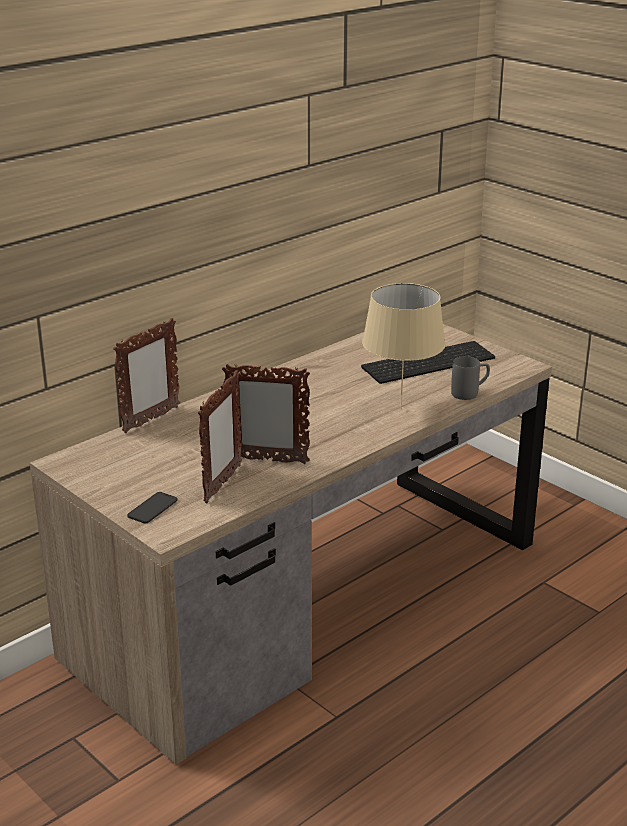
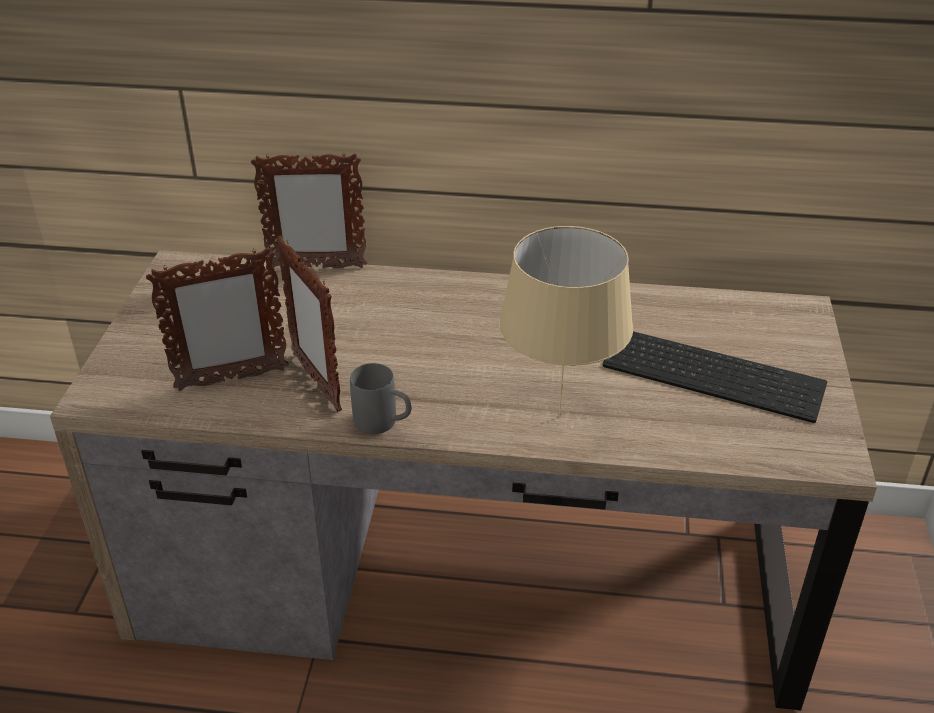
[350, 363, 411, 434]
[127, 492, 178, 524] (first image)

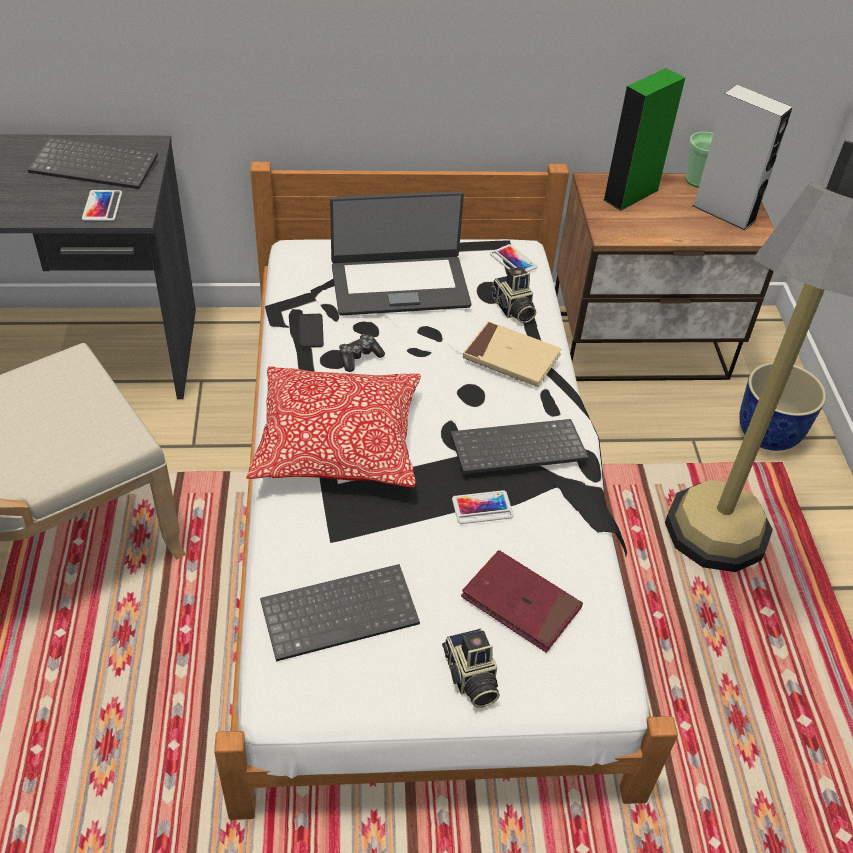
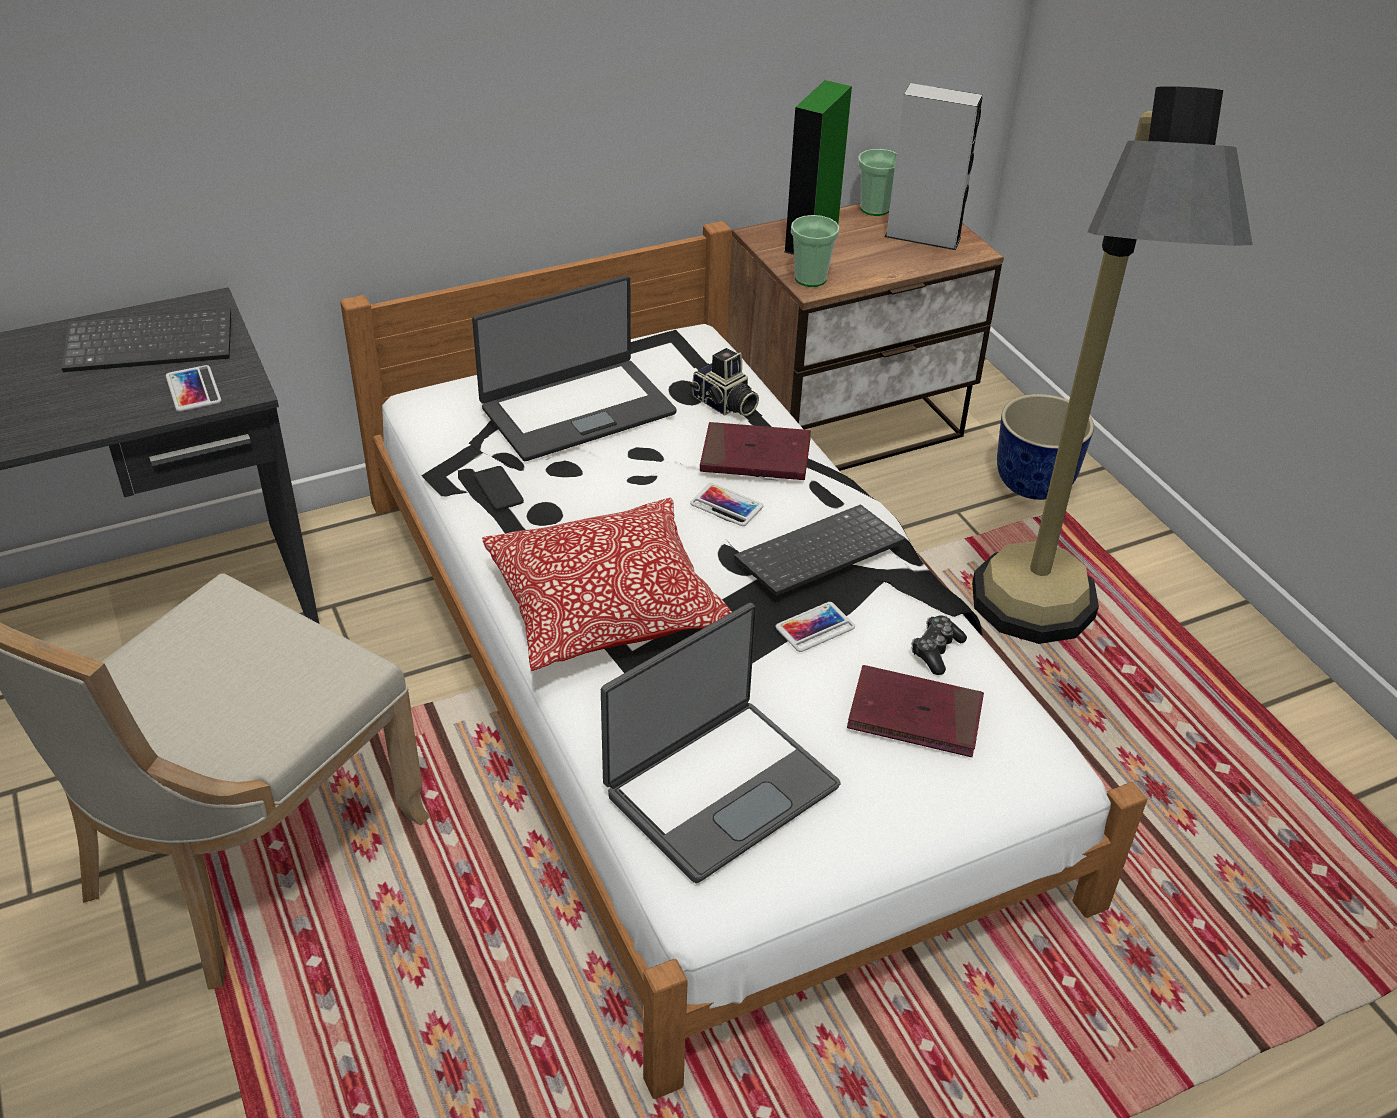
[601, 603, 841, 883]
[690, 483, 763, 526]
[700, 422, 811, 480]
[791, 215, 840, 287]
[912, 616, 967, 675]
[442, 628, 500, 707] (first image)

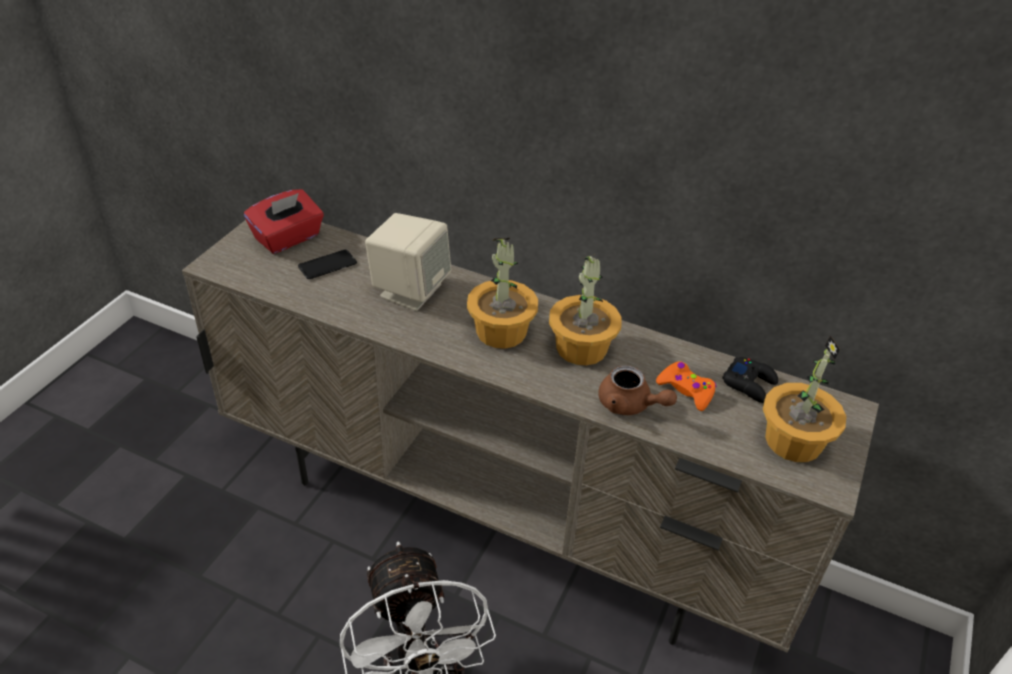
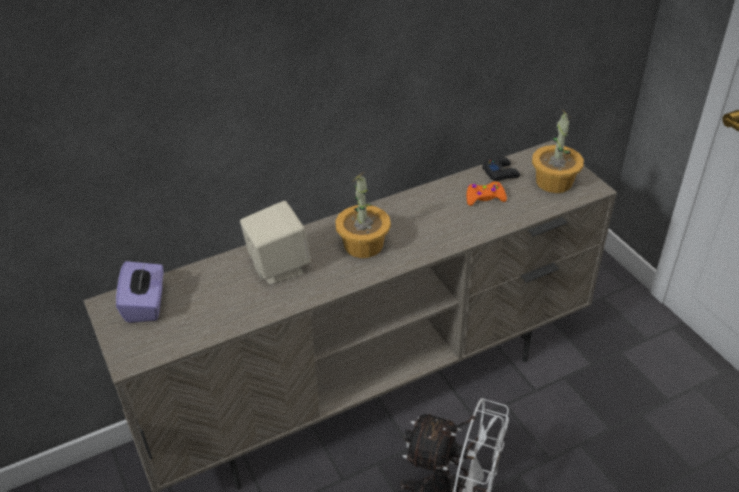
[116, 261, 164, 323]
[298, 250, 357, 279] (first image)
[549, 254, 622, 366] (first image)
[598, 365, 677, 415] (first image)

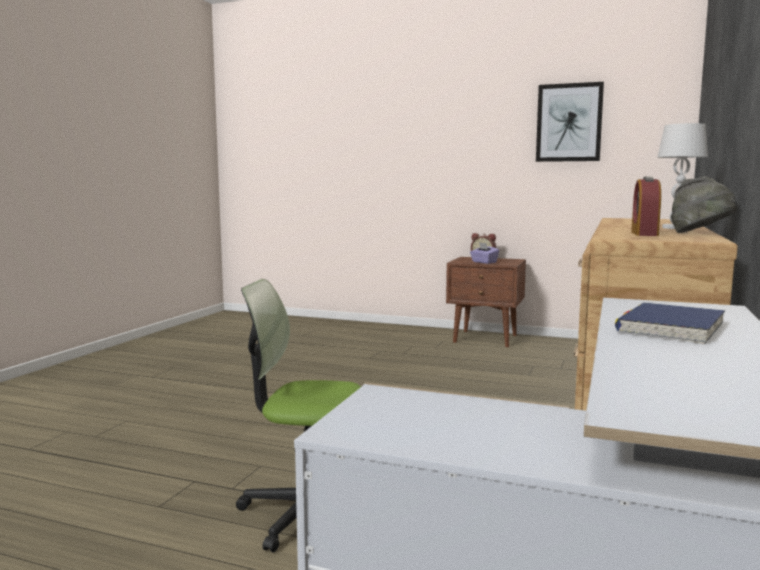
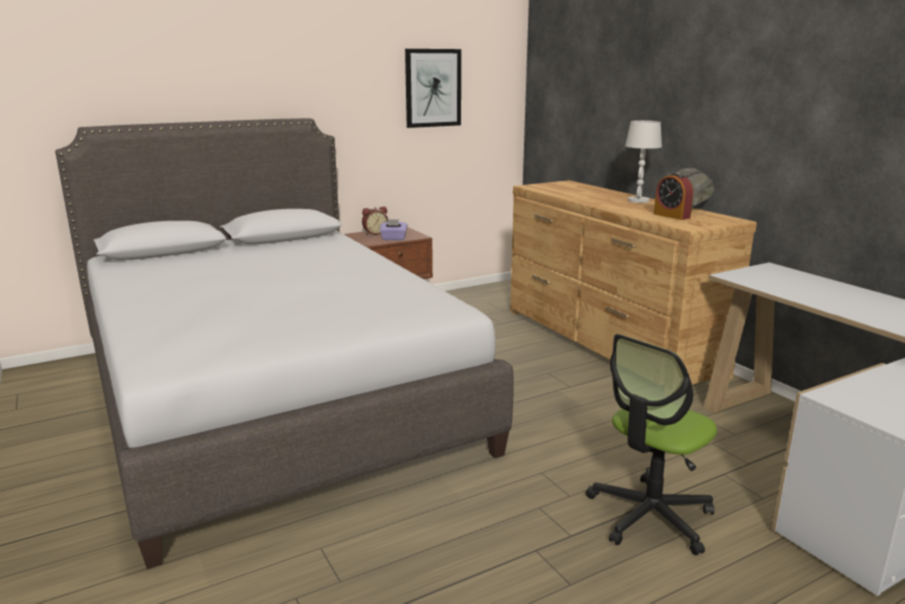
[55, 118, 514, 569]
[615, 302, 725, 344] (first image)

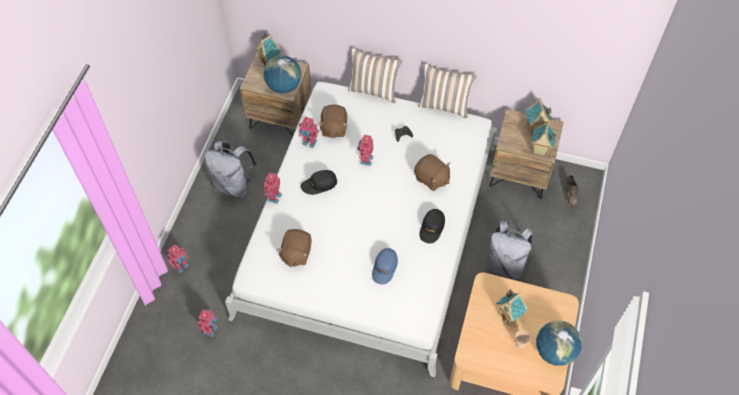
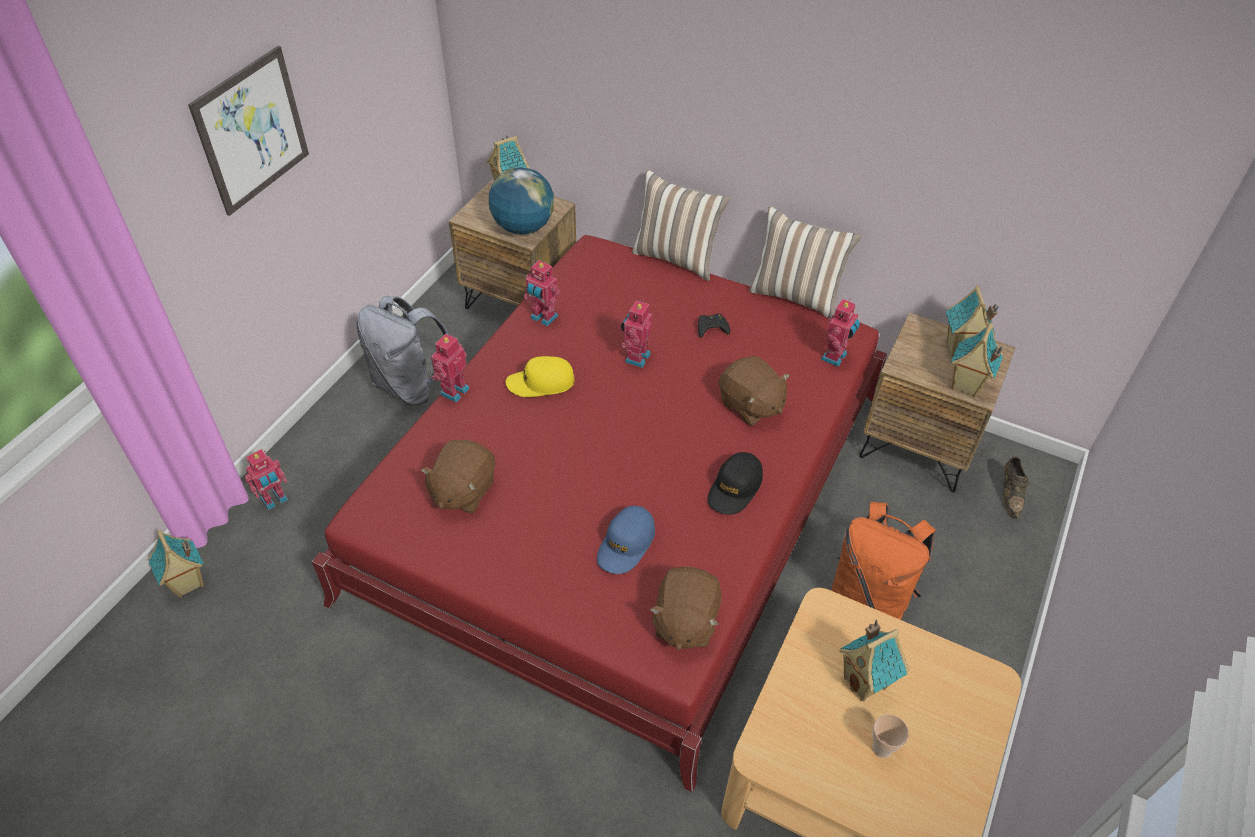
[149, 530, 204, 598]
[188, 46, 309, 216]
[312, 235, 887, 792]
[506, 356, 575, 397]
[649, 566, 721, 650]
[821, 299, 860, 367]
[831, 502, 936, 620]
[536, 321, 582, 366] (first image)

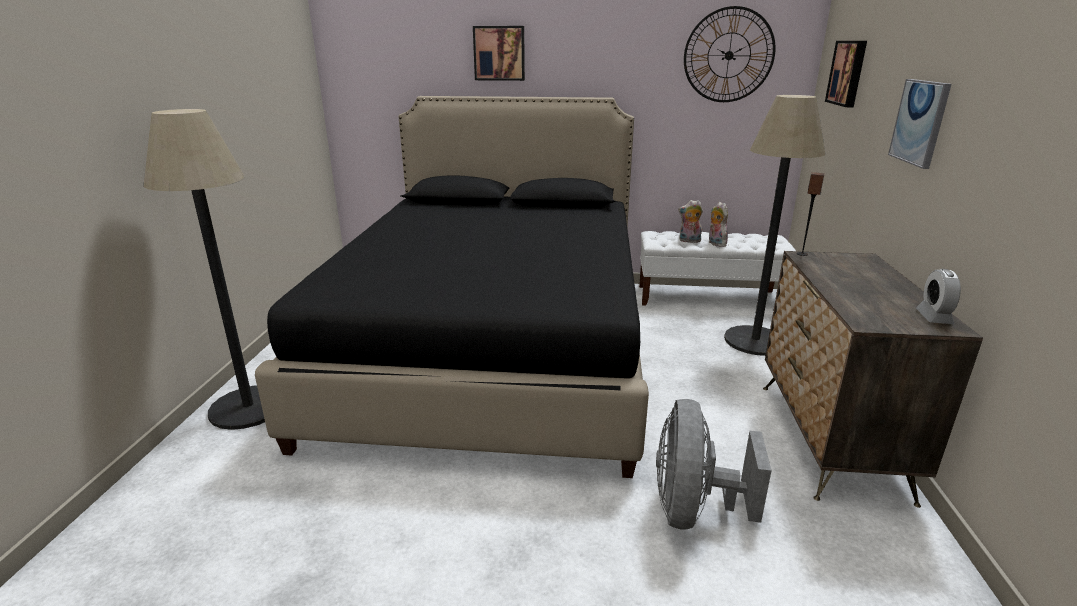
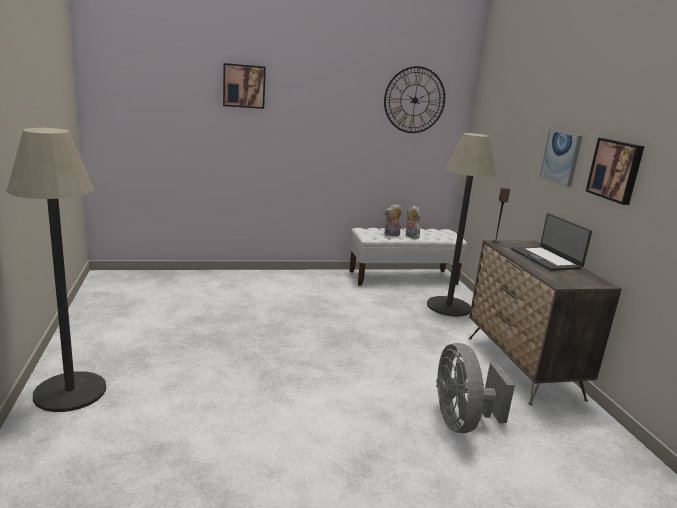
[511, 213, 592, 271]
[586, 138, 644, 205]
[255, 96, 649, 478] (first image)
[916, 269, 961, 324] (first image)

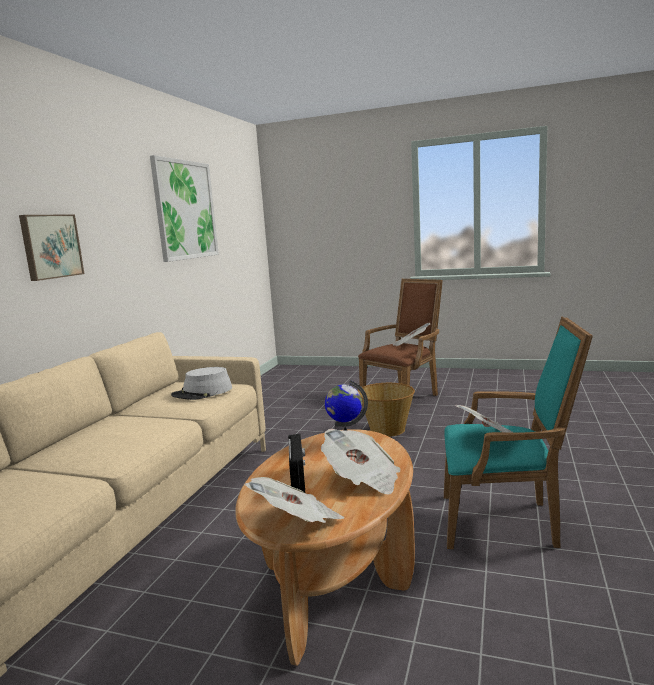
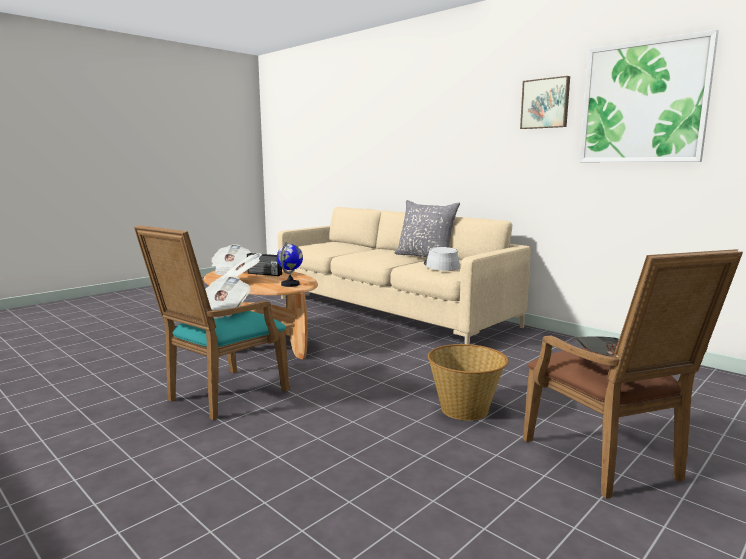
[395, 200, 460, 257]
[520, 76, 570, 129]

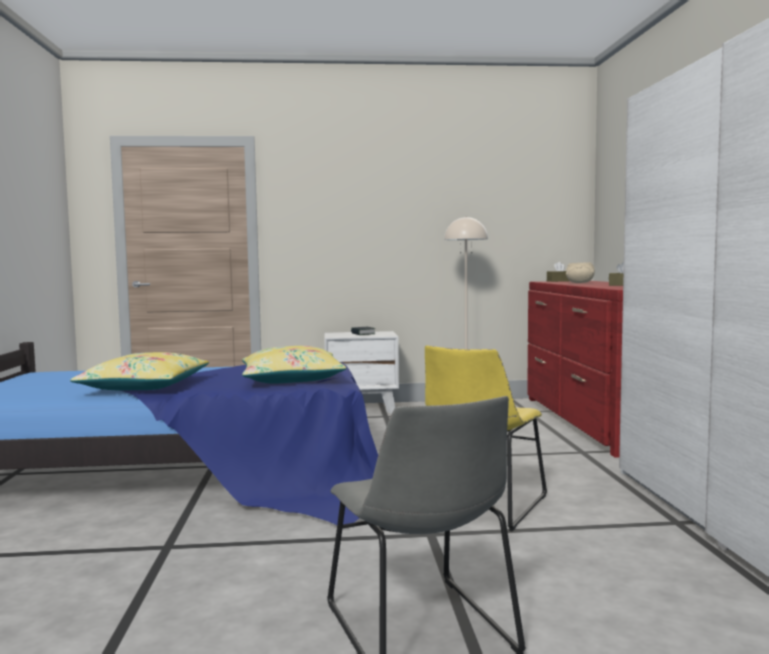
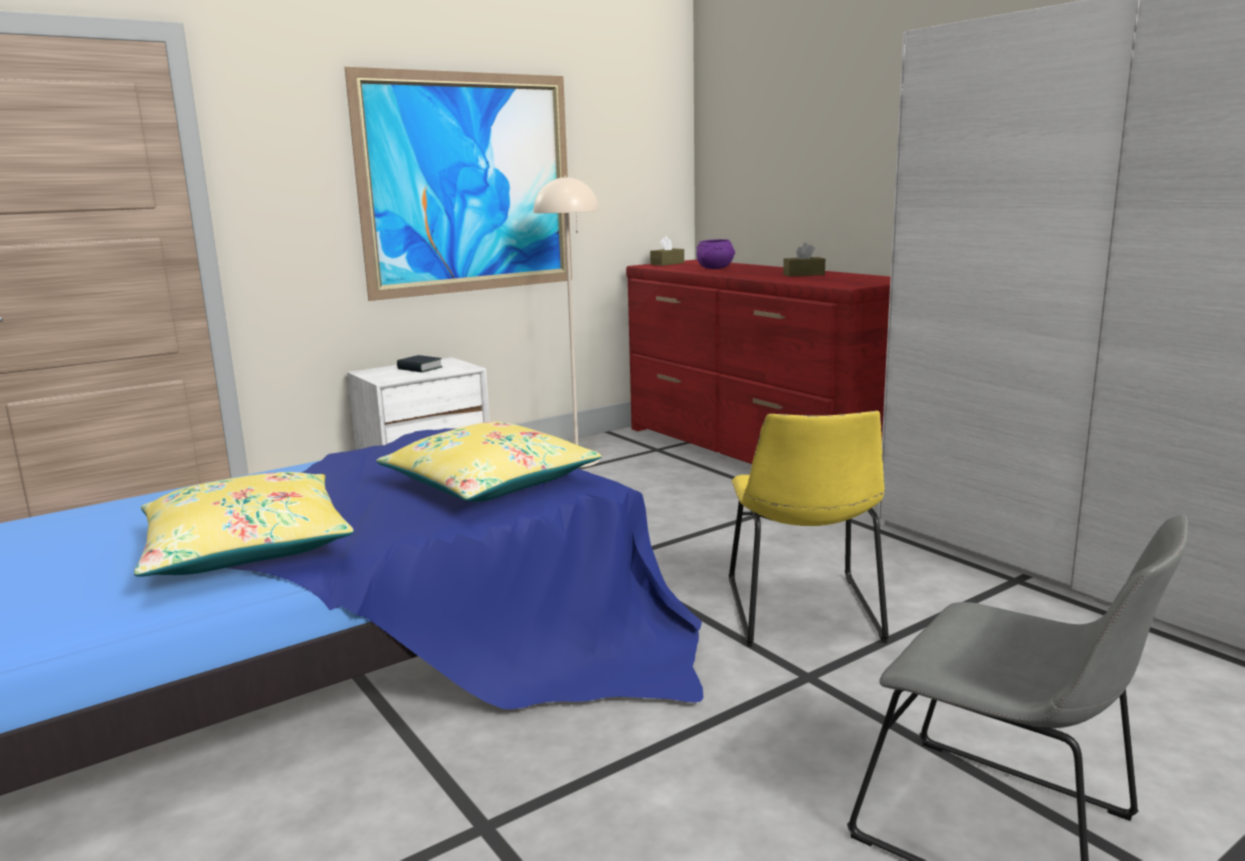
[345, 67, 572, 301]
[697, 239, 735, 269]

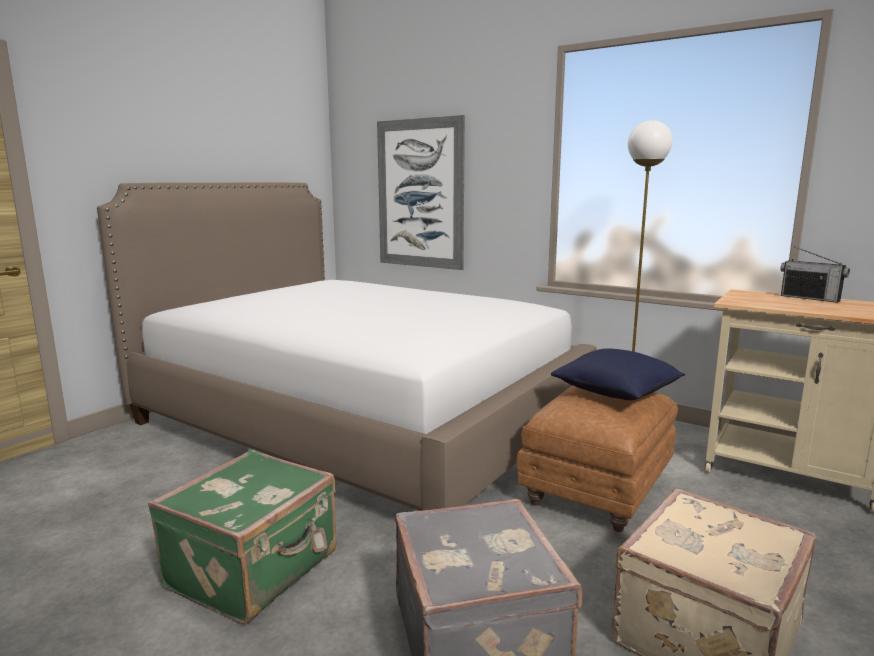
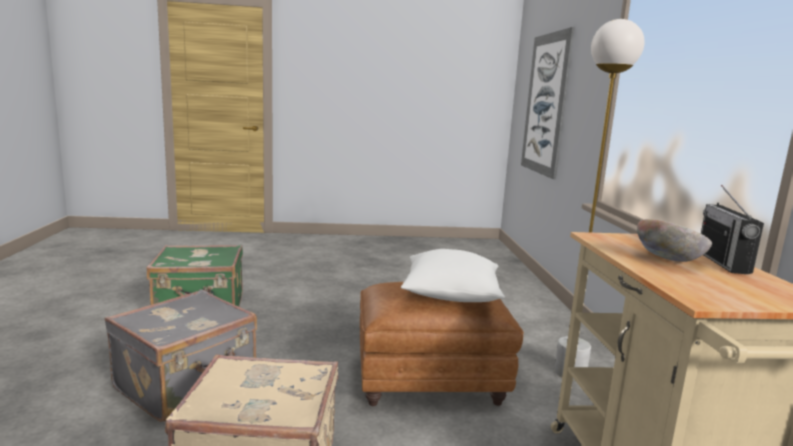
[401, 249, 505, 302]
[637, 219, 712, 262]
[97, 182, 596, 511] (first image)

